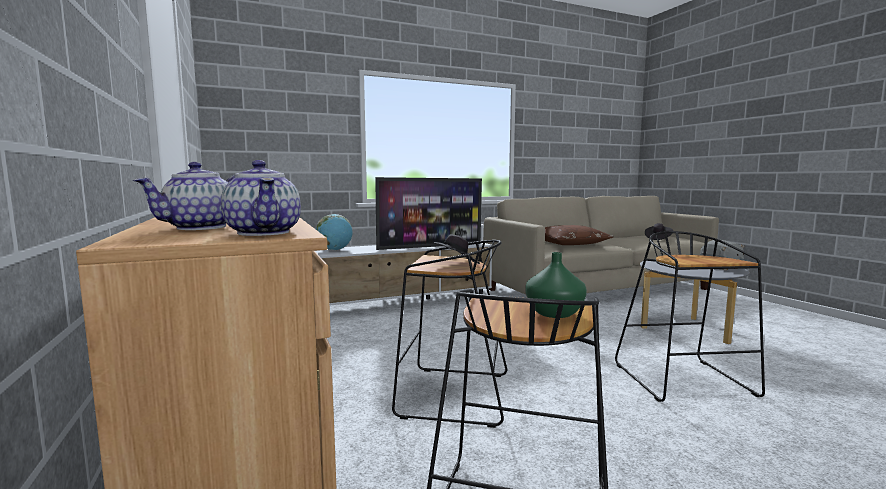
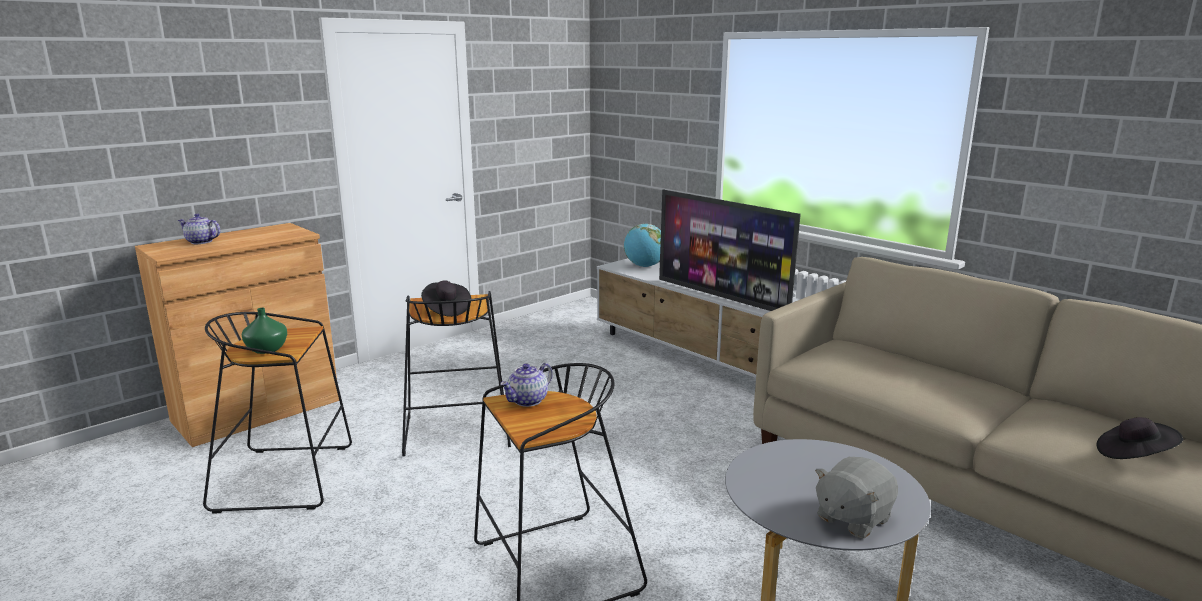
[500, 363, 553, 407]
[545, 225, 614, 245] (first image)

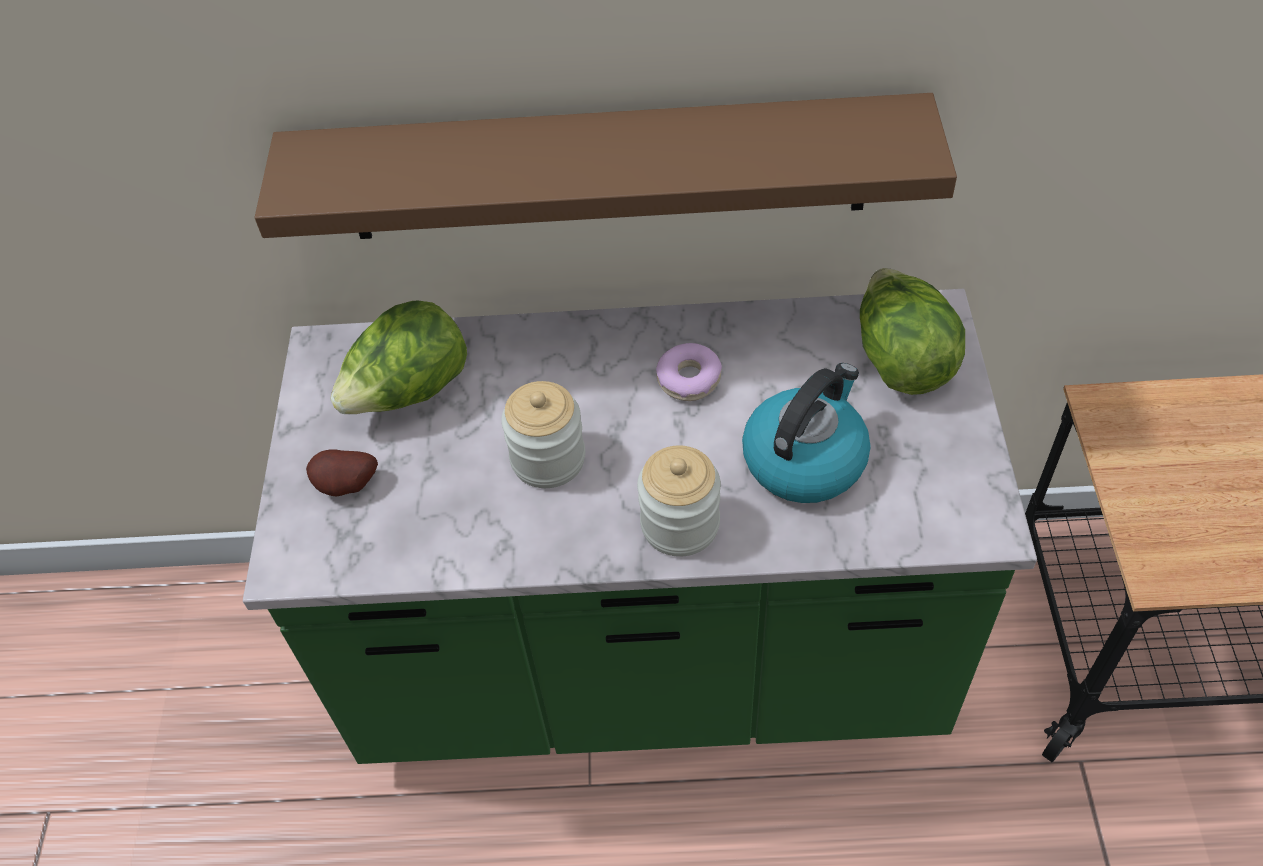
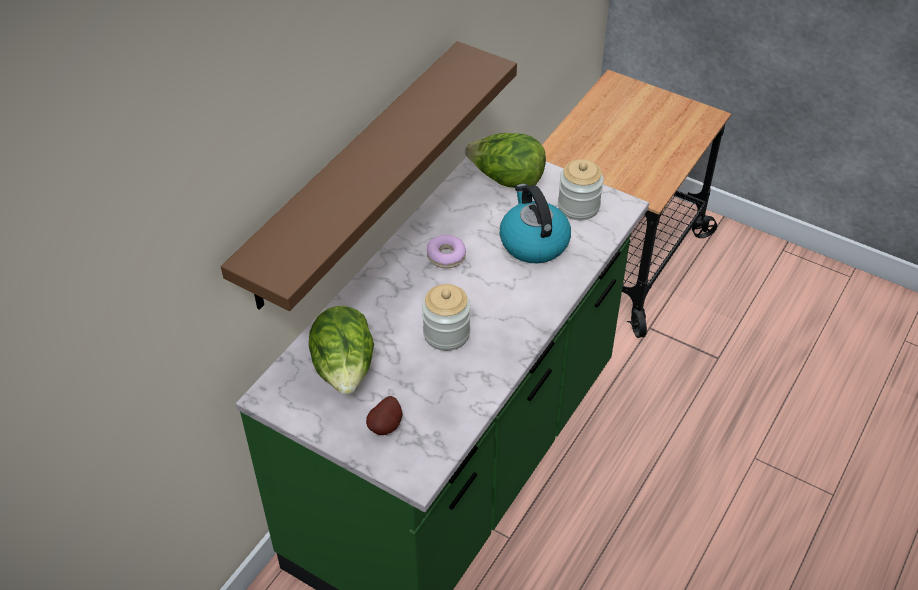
[558, 159, 604, 220]

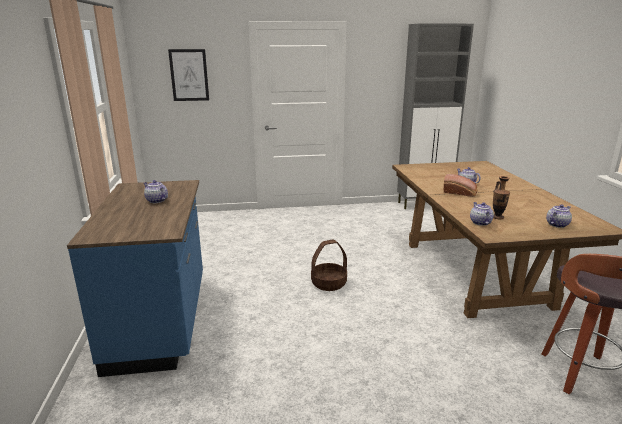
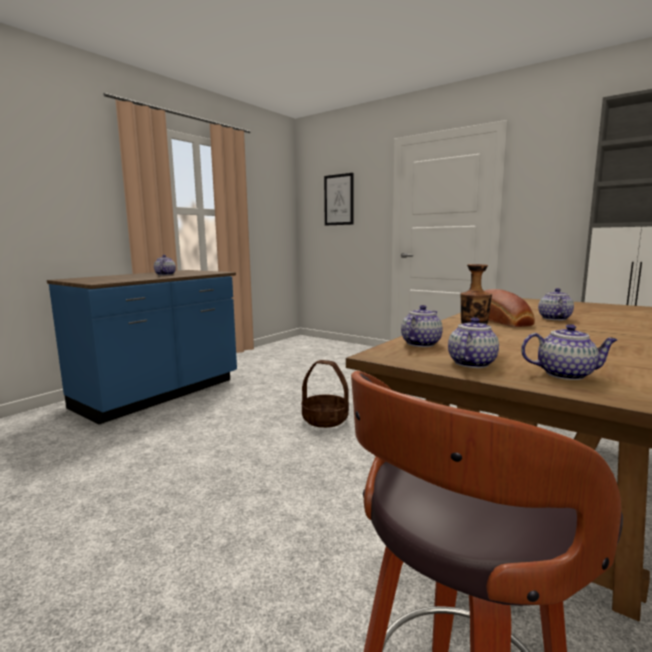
[448, 317, 499, 368]

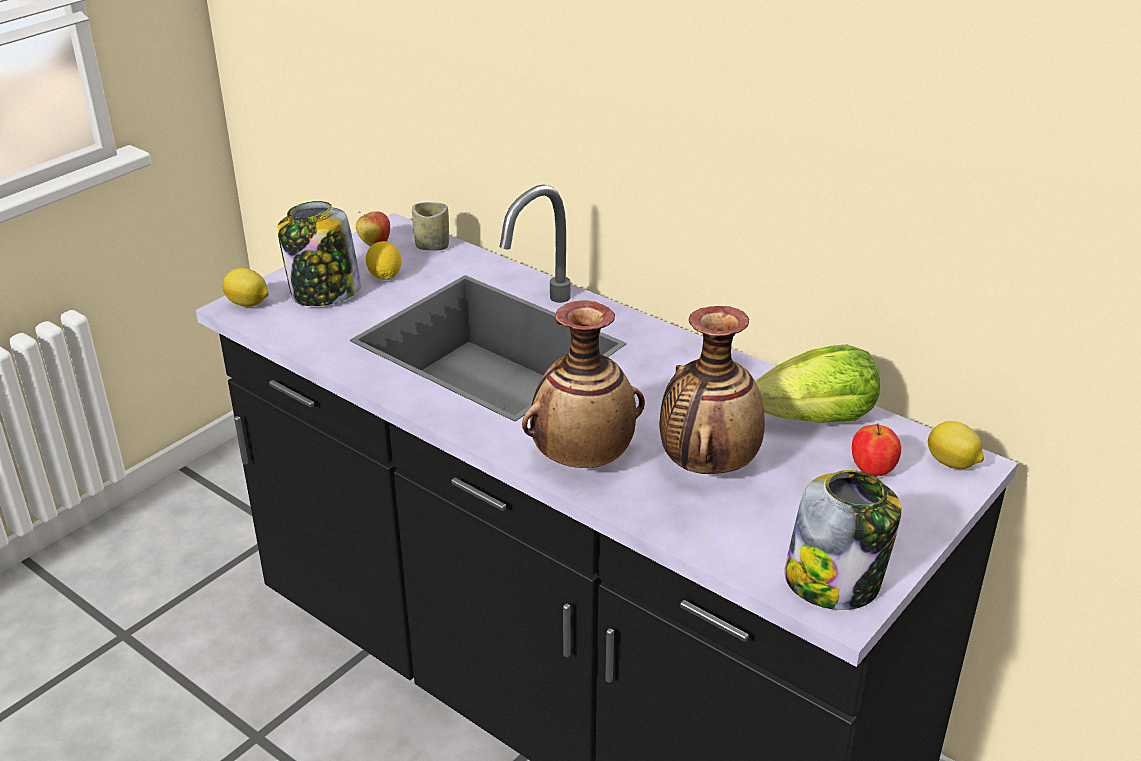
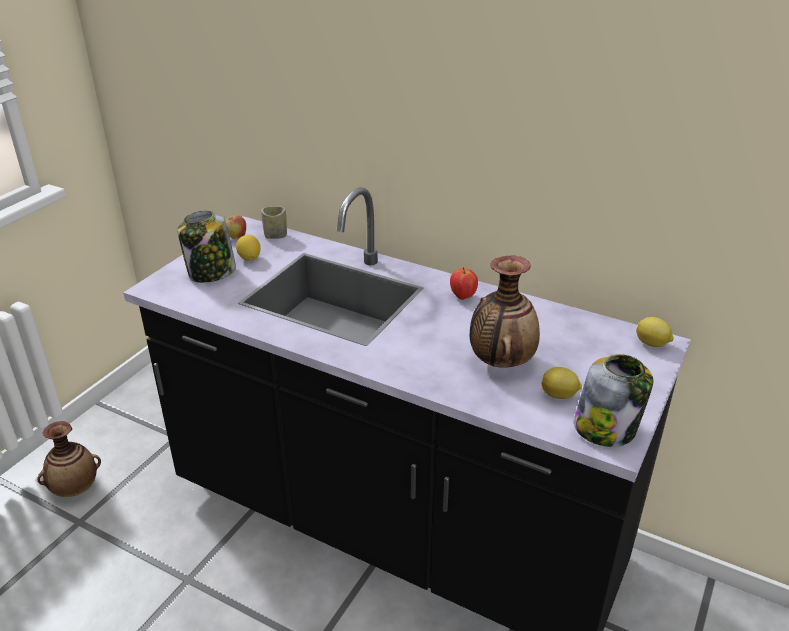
[37, 421, 101, 497]
[450, 267, 478, 300]
[542, 367, 582, 399]
[755, 345, 880, 423] (first image)

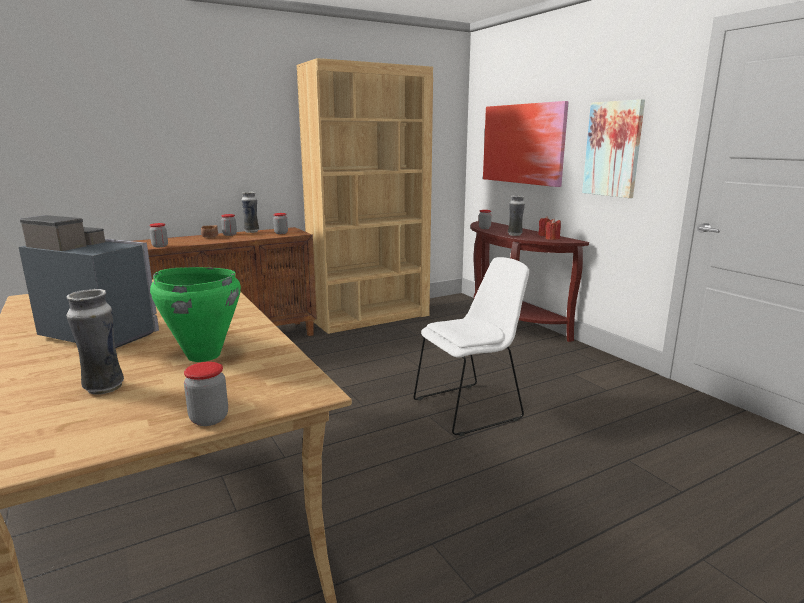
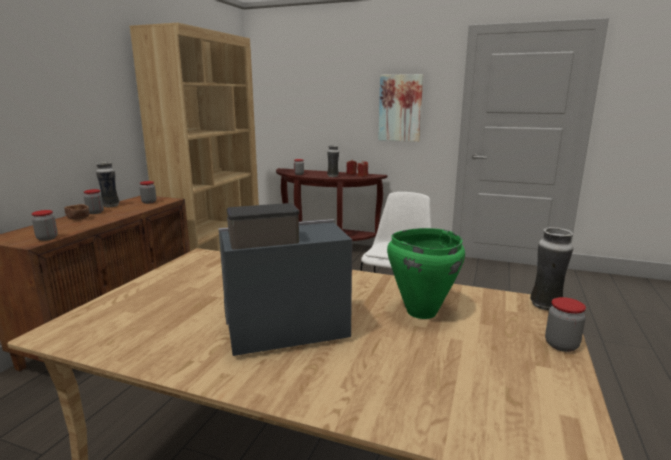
[530, 227, 574, 311]
[483, 101, 569, 187] (first image)

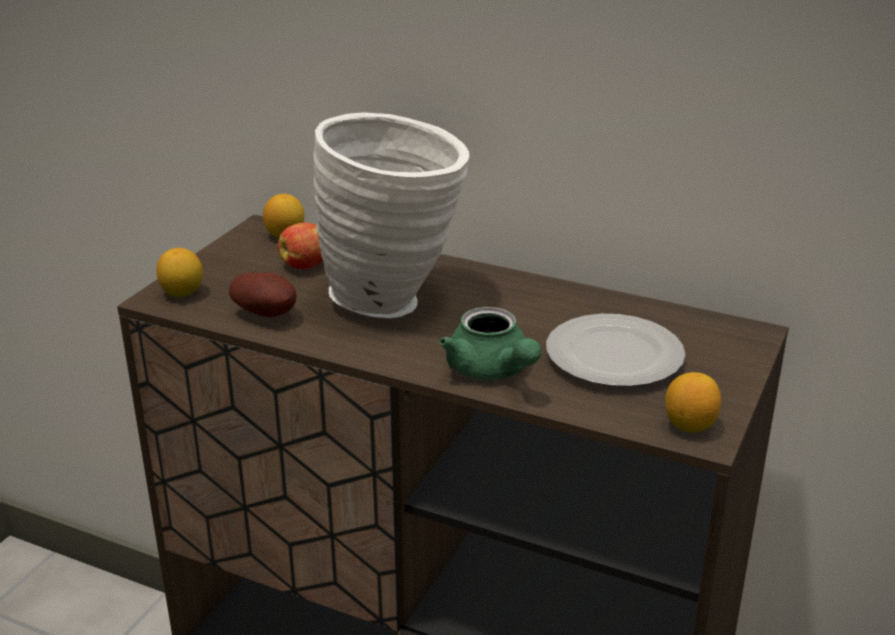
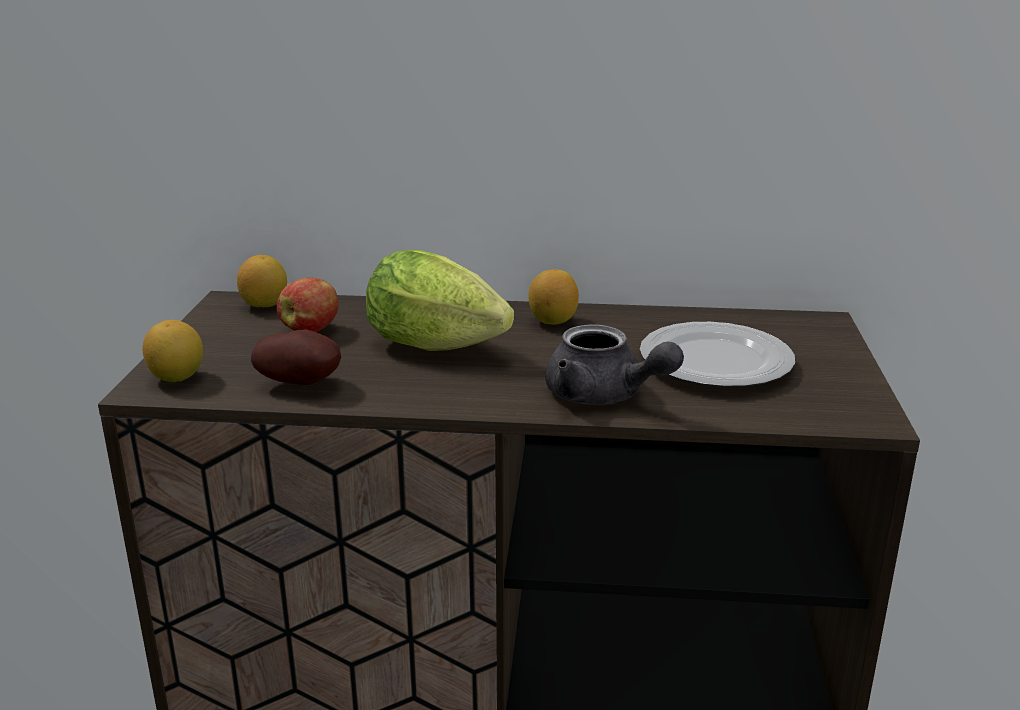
[366, 250, 514, 351]
[528, 269, 579, 325]
[545, 324, 684, 405]

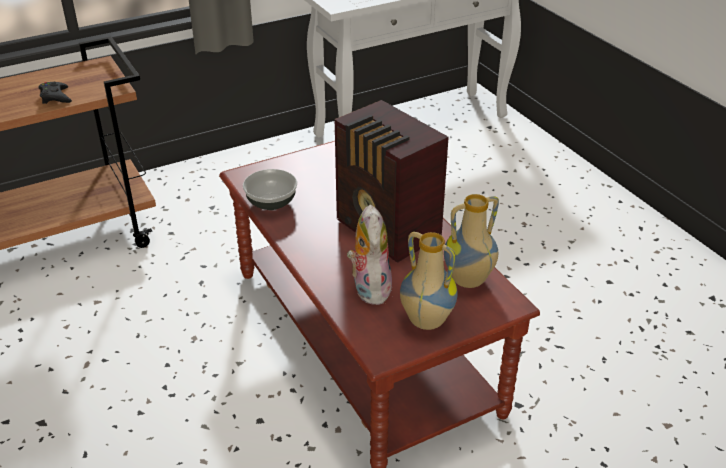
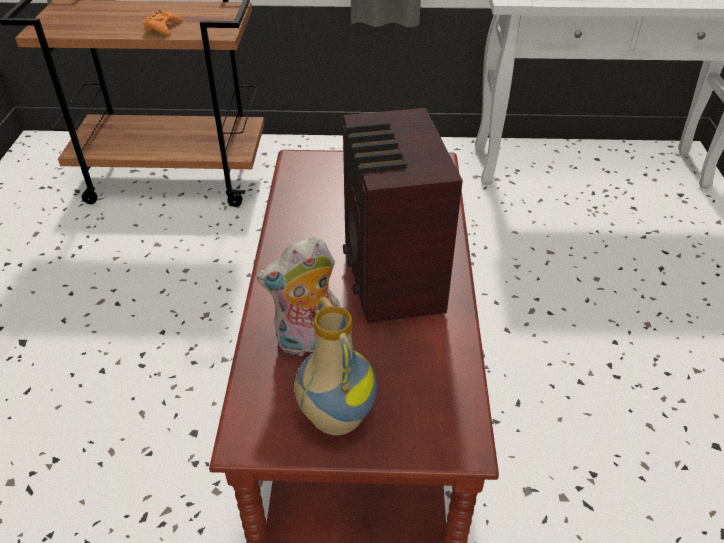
[143, 10, 183, 36]
[257, 237, 340, 356]
[243, 169, 297, 210] (first image)
[444, 194, 499, 288] (first image)

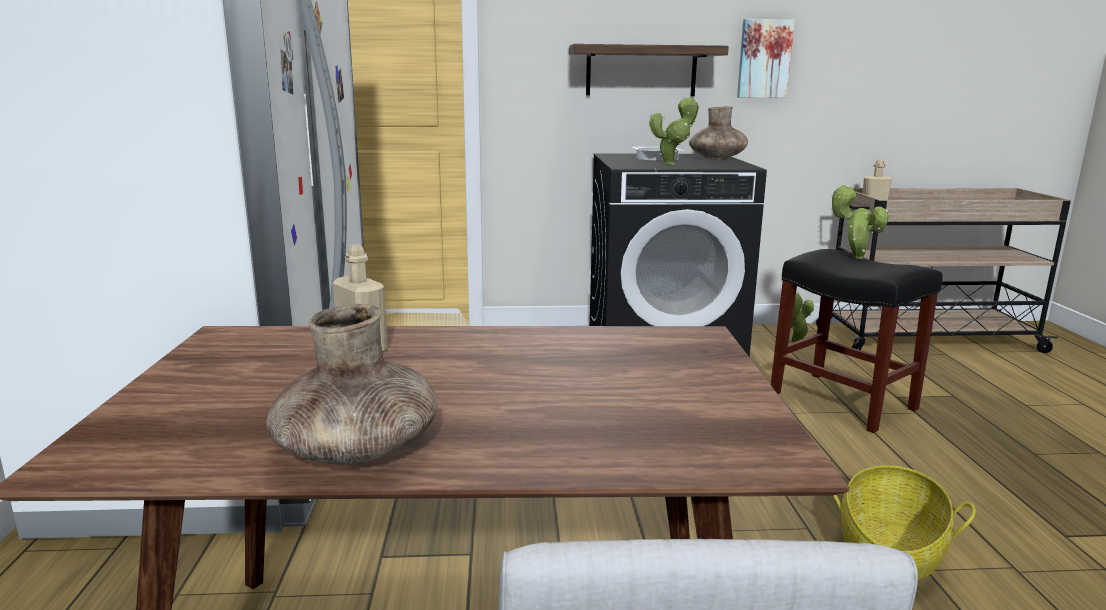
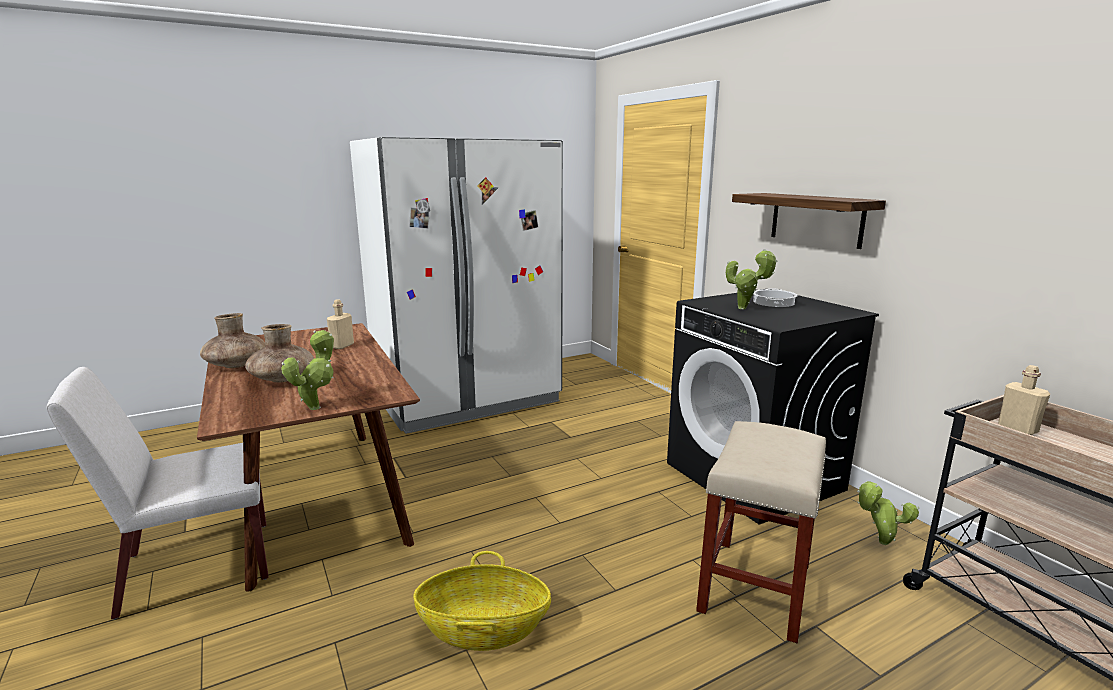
[245, 324, 314, 383]
[281, 330, 334, 410]
[696, 421, 826, 643]
[737, 19, 795, 98] (first image)

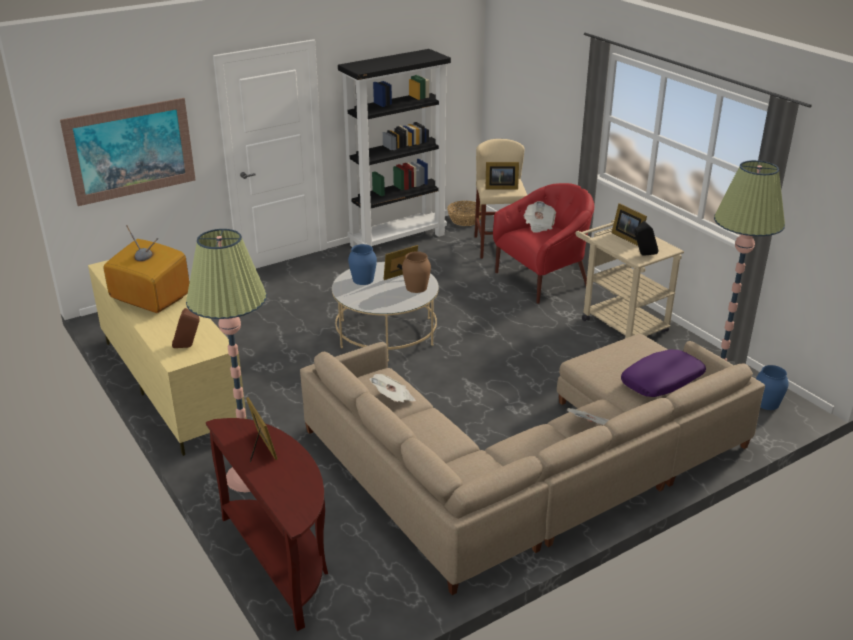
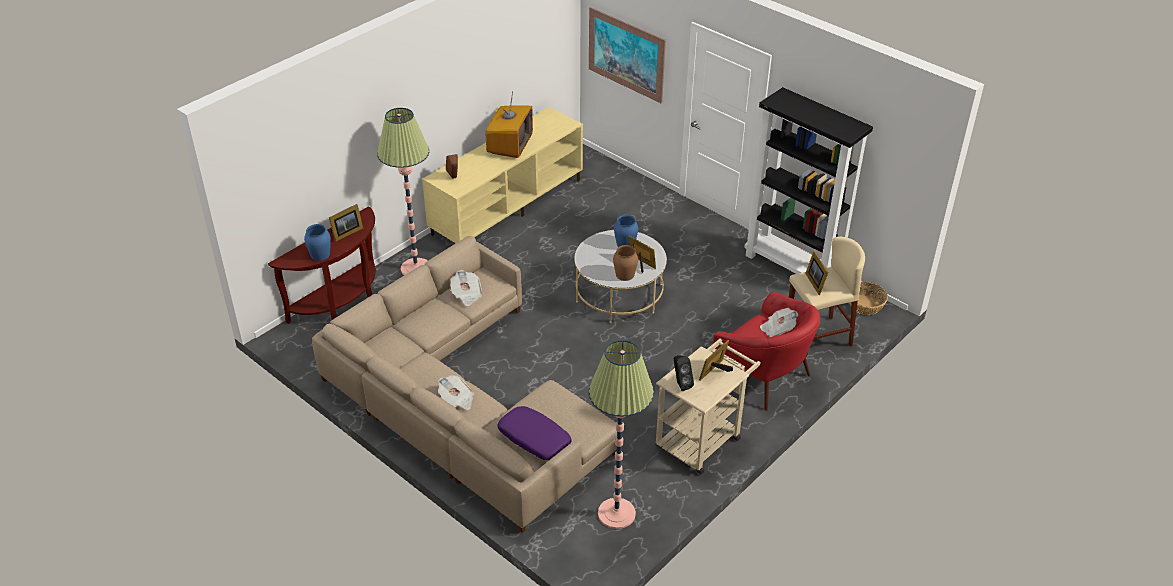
[304, 224, 331, 261]

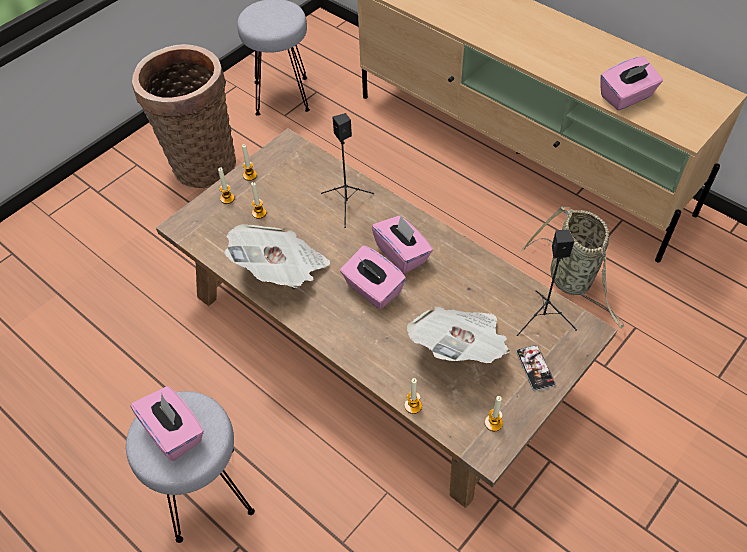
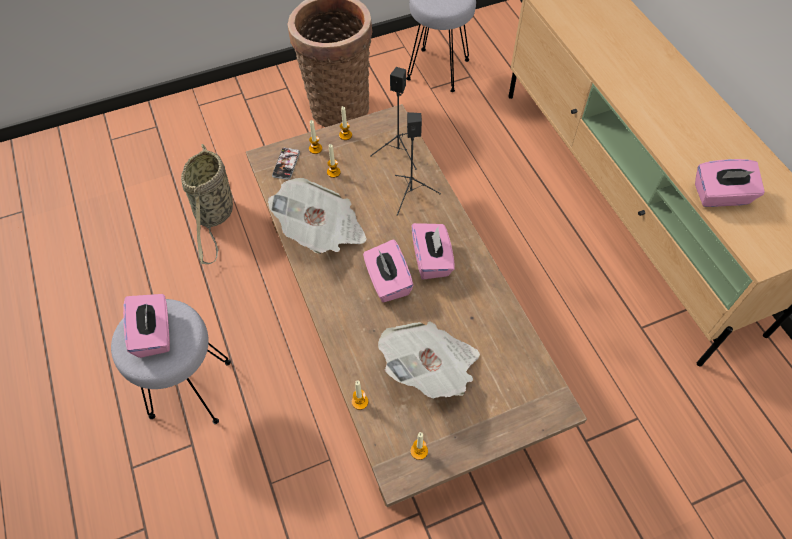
[181, 144, 233, 264]
[272, 148, 300, 180]
[370, 67, 417, 170]

